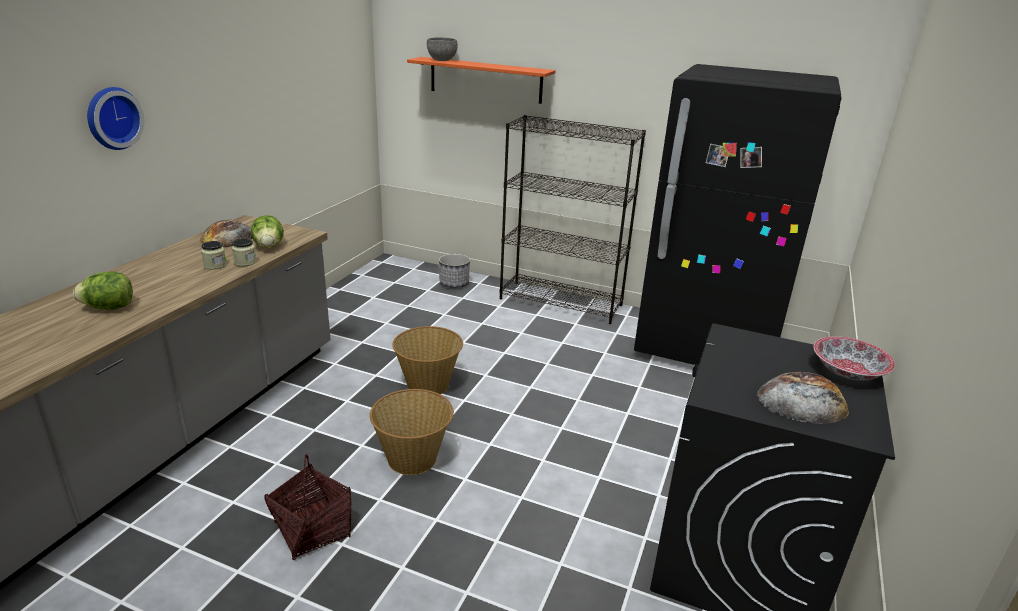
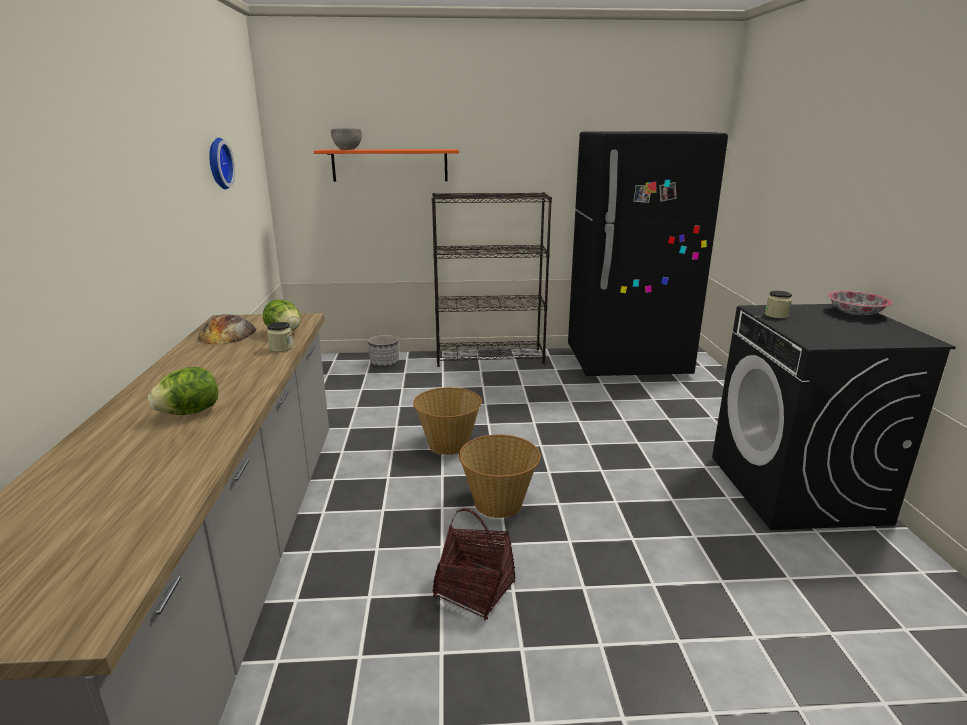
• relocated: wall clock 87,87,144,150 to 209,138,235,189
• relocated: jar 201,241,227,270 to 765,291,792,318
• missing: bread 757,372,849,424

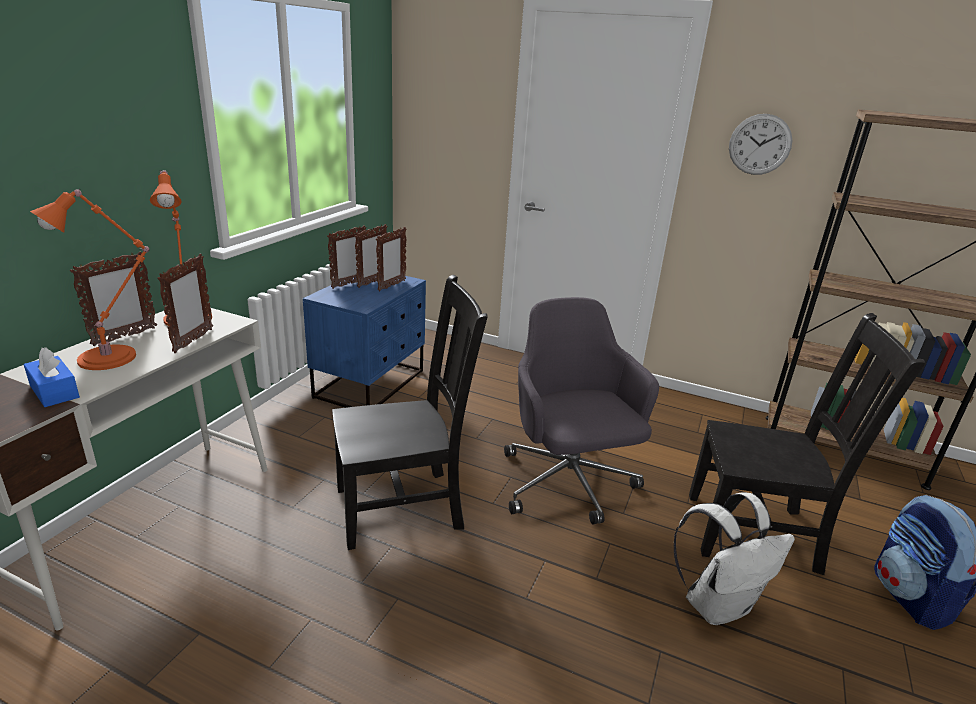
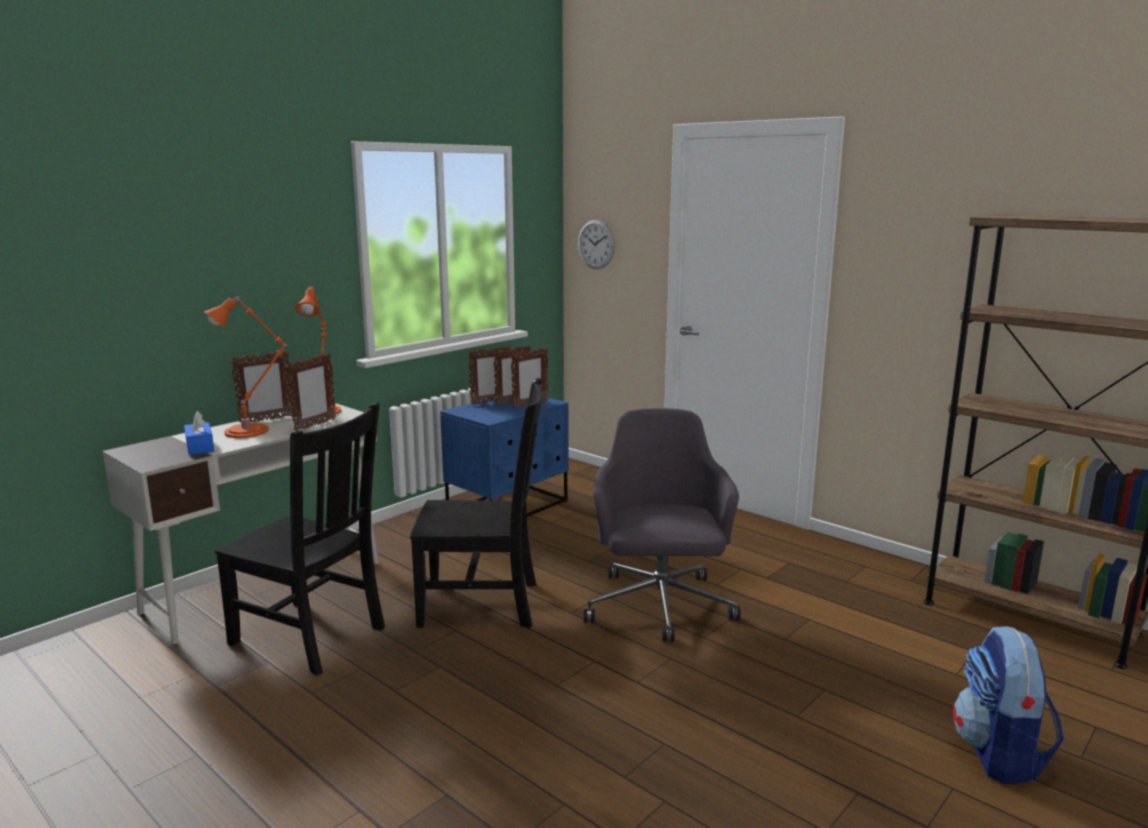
• relocated: chair (black) 689,313,925,575 to 215,402,385,676
• relocated: wall clock 729,114,792,175 to 578,220,615,269
• missing: backpack (white) 674,493,795,625

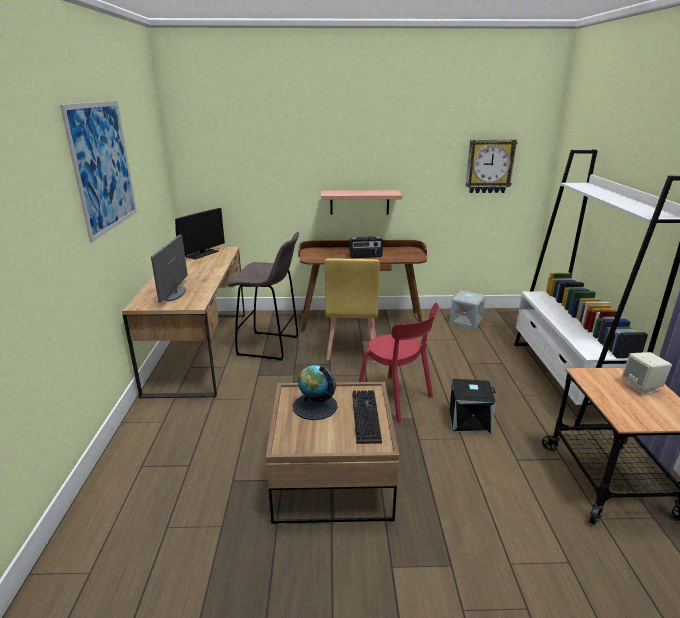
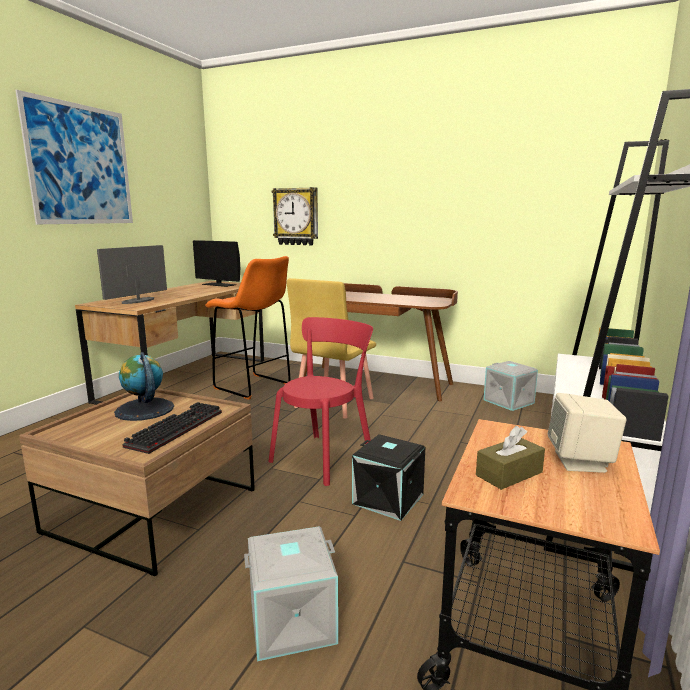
• spun: monitor 175,208,225,259 = 193,240,240,287 60 degrees clockwise
• colour: stool (grey) 227,232,299,361 to stool (orange) 205,256,290,400
• appeared: storage box (grey) 244,527,338,661
• spun: chair (red) 359,303,439,423 = 269,317,373,486 120 degrees counterclockwise
• relocated: wall clock 465,140,518,193 to 271,187,318,245
• appeared: tissue box (brown) 476,426,545,490
• missing: shelf 321,190,402,215
• missing: radio 349,236,383,258

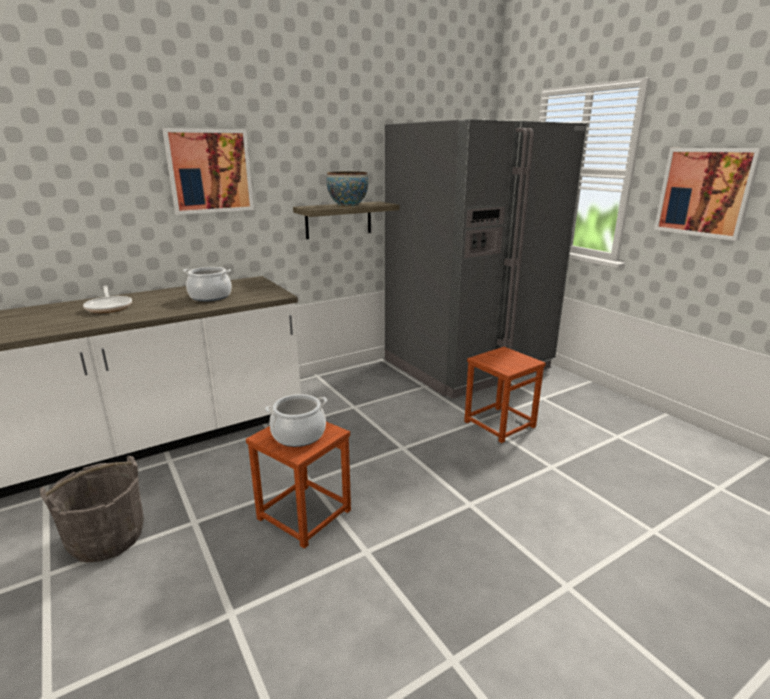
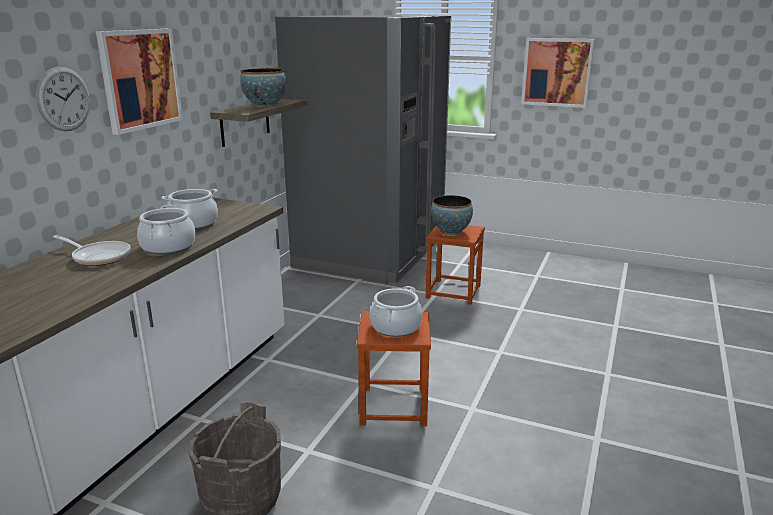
• appeared: wall clock 36,67,90,131
• appeared: cooking pot 137,205,195,255
• appeared: bowl 431,195,473,235

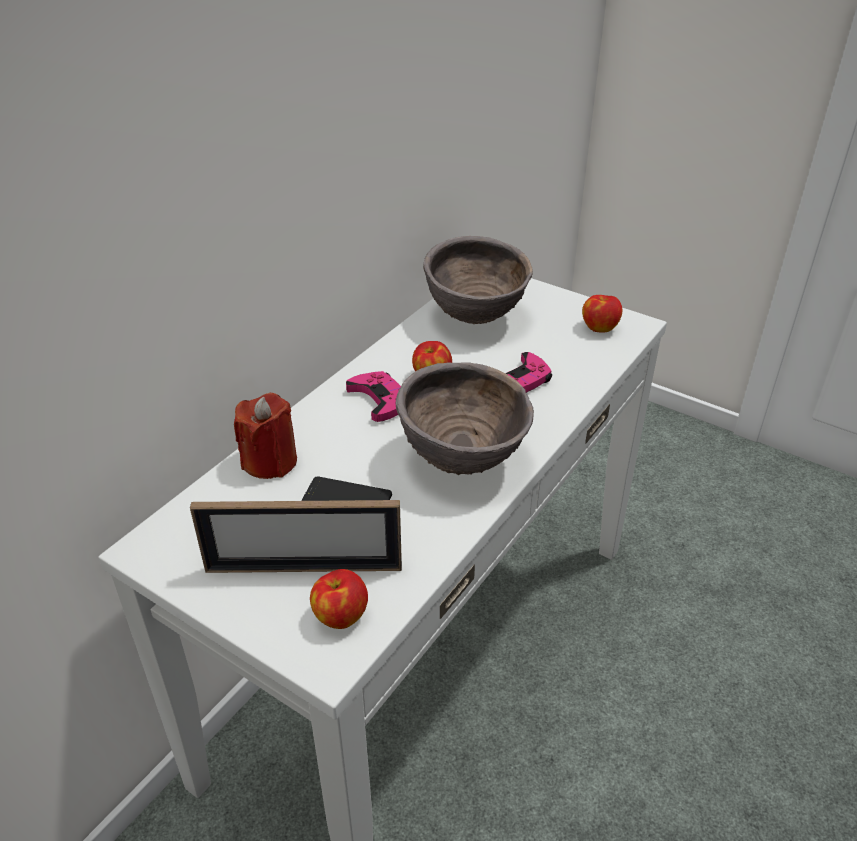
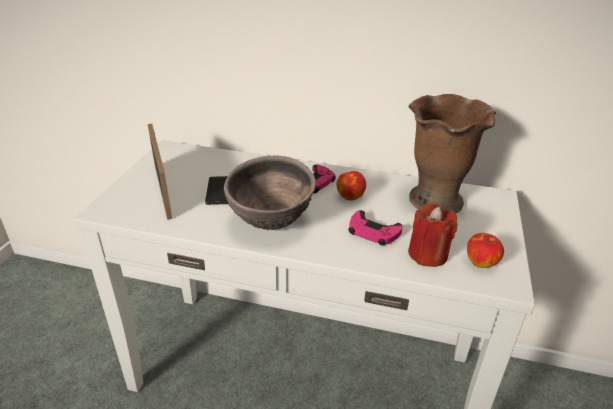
• relocated: candle (red) 234,393,297,479 to 408,203,458,267
• exchanged: bowl (brown) 423,236,533,324 to vase (brown) 409,94,496,213
• missing: apple 310,569,368,629

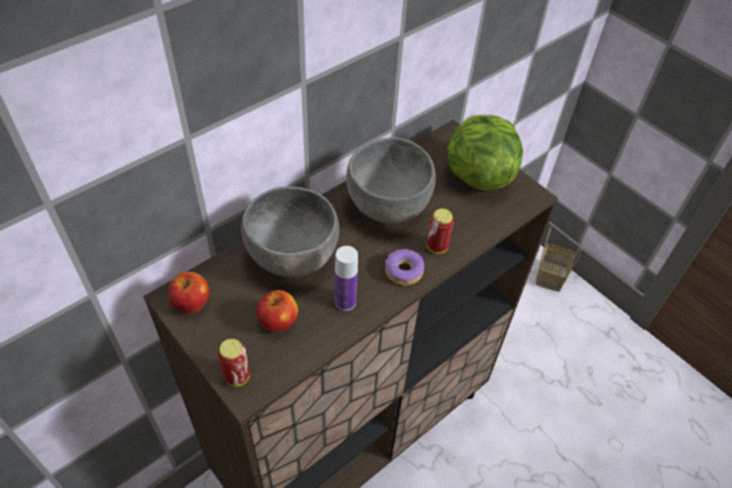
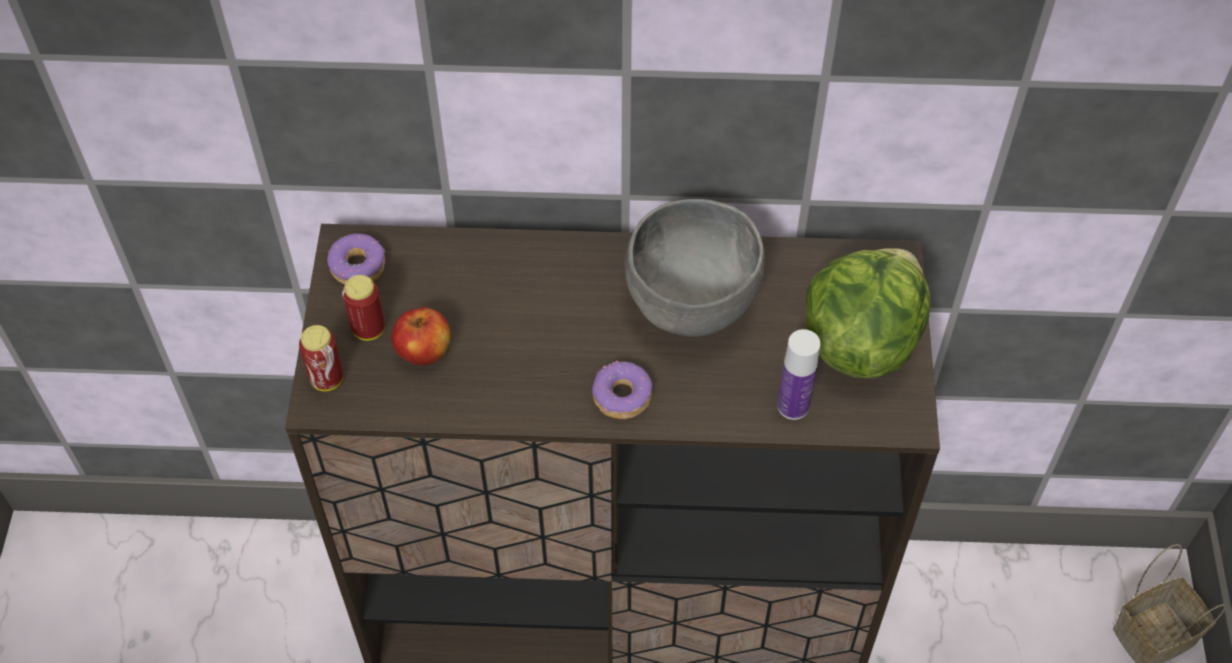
• exchanged: apple 168,272,210,313 to donut 327,233,385,285
• relocated: can 426,208,454,253 to 342,275,385,341
• relocated: bottle 335,246,358,311 to 777,329,821,420
• missing: bowl (grey) 241,187,339,277

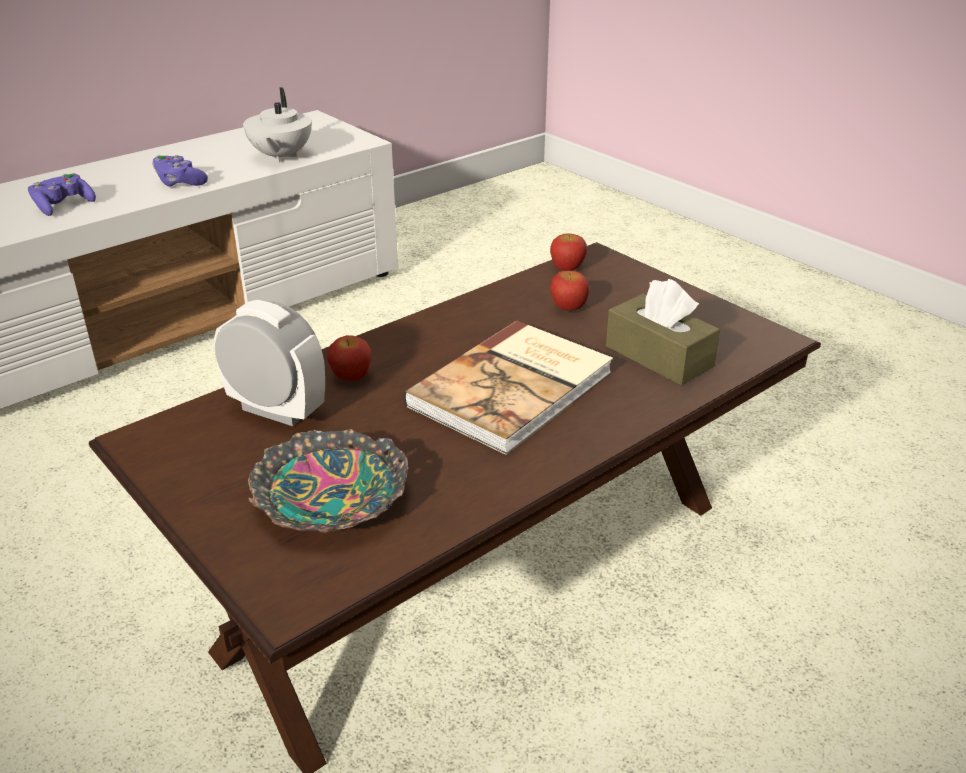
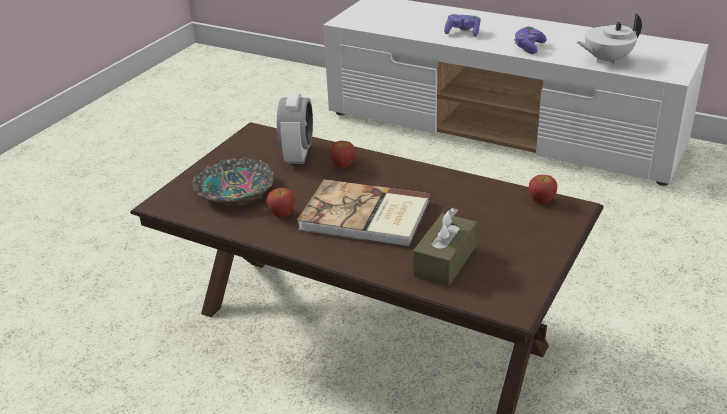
• relocated: apple 550,271,589,311 to 266,188,295,217

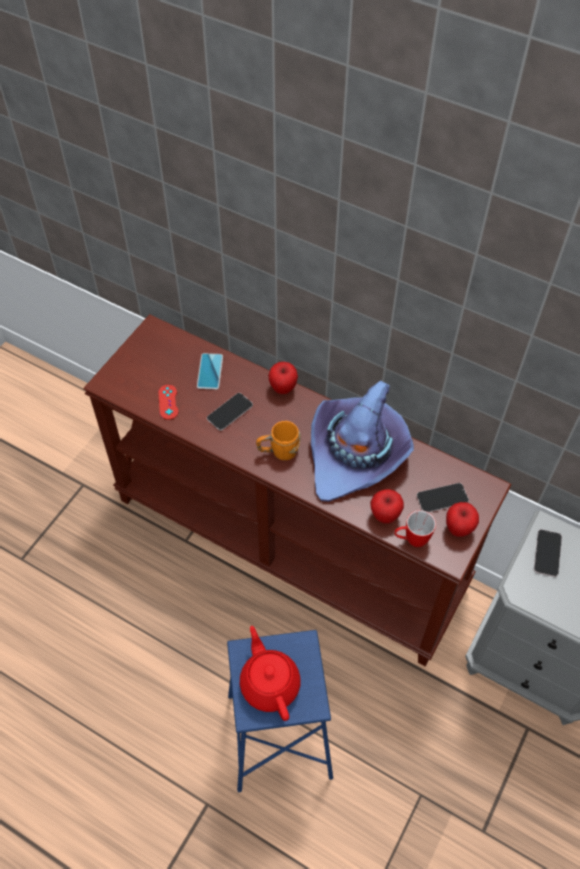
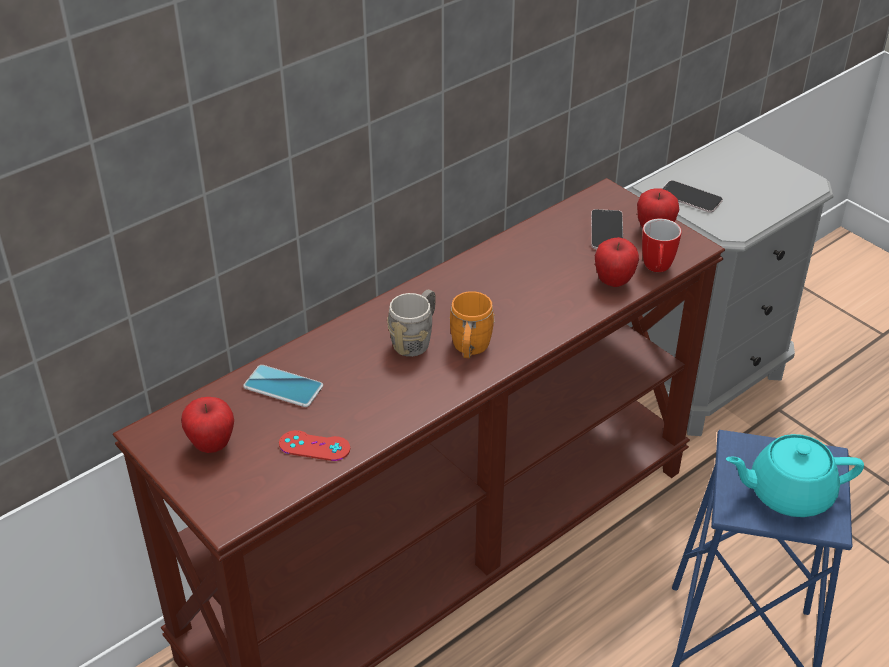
• relocated: apple 268,362,298,394 to 181,397,234,453
• appeared: mug (grey) 387,289,436,357
• colour: teapot (red) 240,626,301,721 to teapot (turquoise) 726,434,864,517
• missing: phone 207,393,253,431
• missing: hat (purple) 311,380,414,502

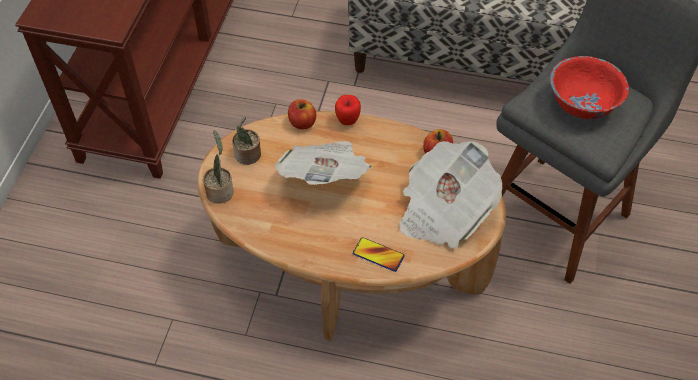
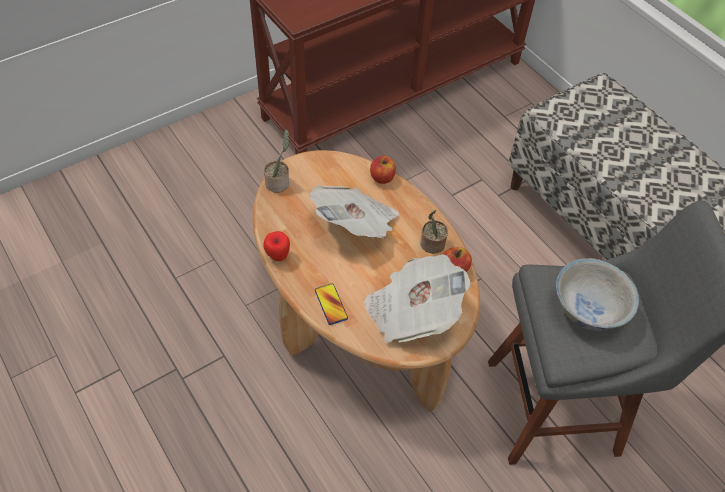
• relocated: apple 335,95,361,125 to 263,231,290,261
• relocated: potted plant 232,117,261,165 to 420,210,448,254
• colour: bowl (red) 550,56,629,119 to bowl (white) 556,258,639,331

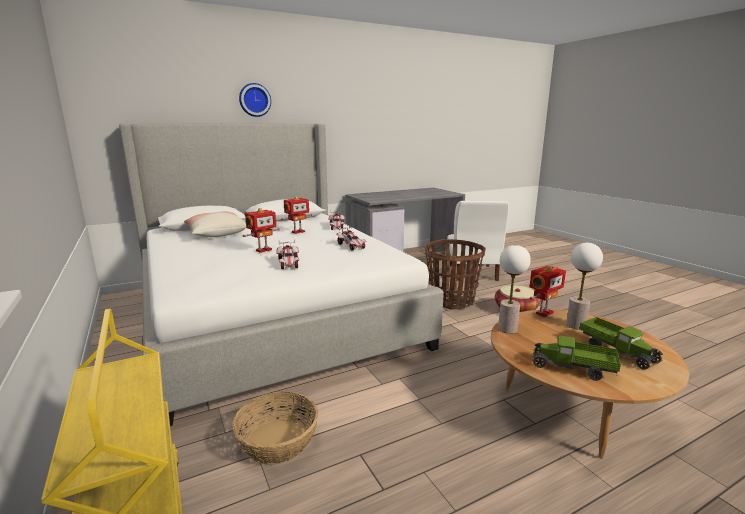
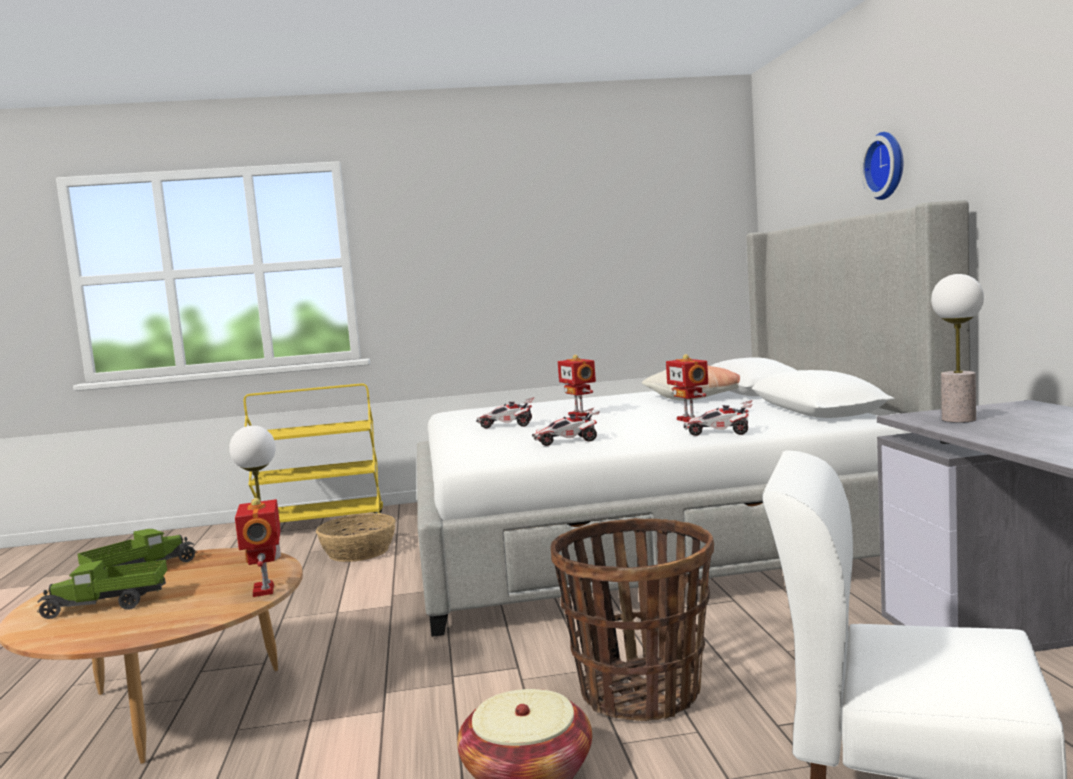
• relocated: table lamp 566,243,603,330 to 931,274,984,423

